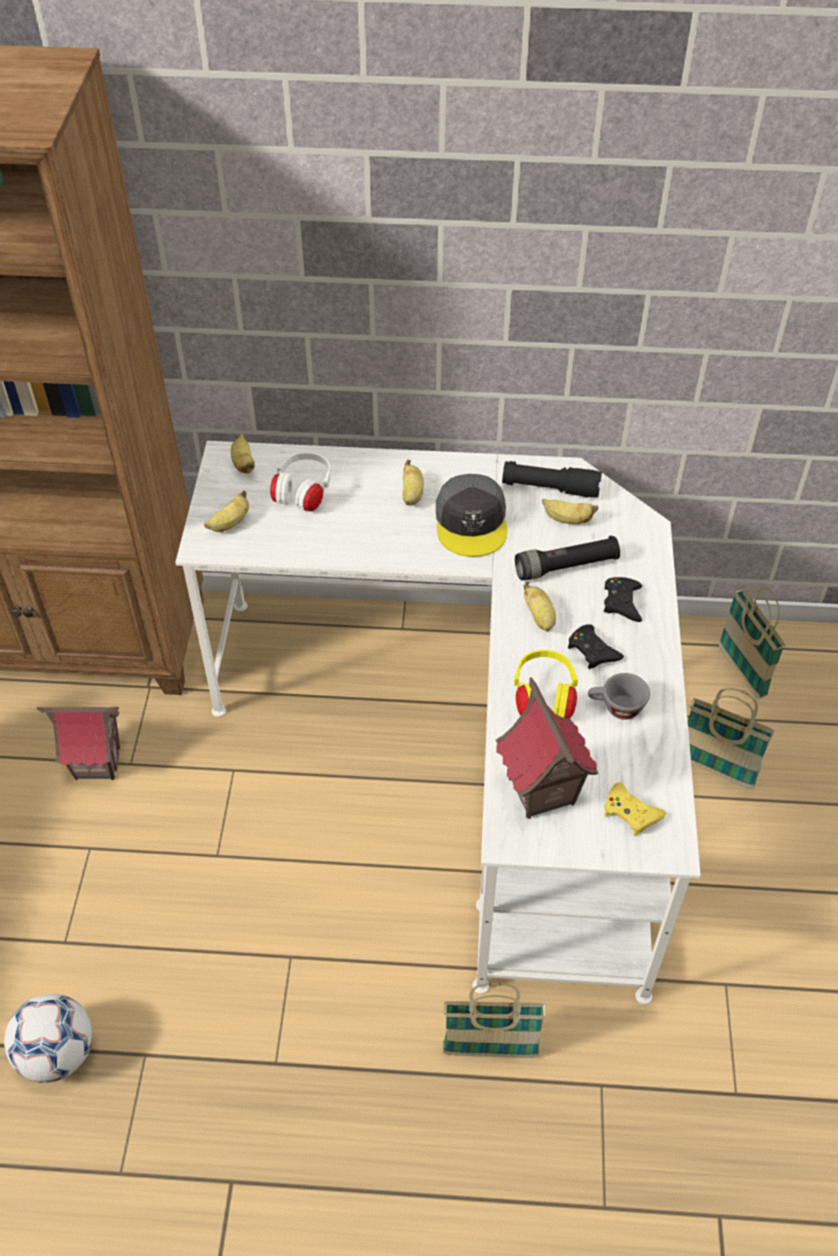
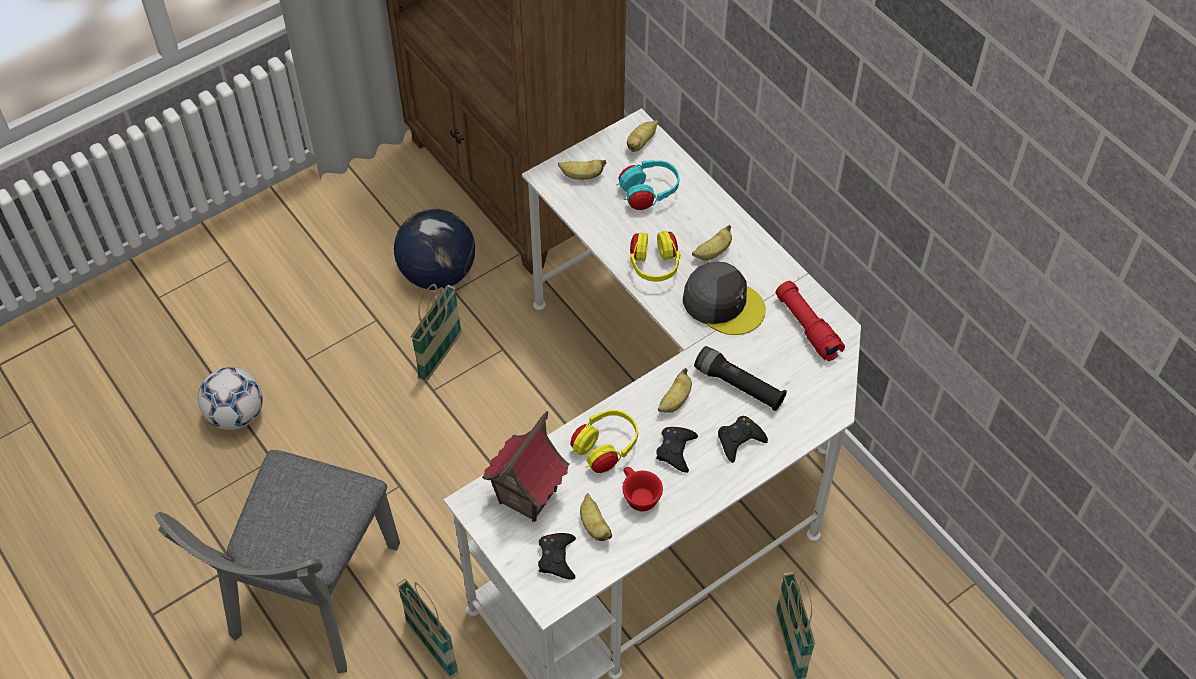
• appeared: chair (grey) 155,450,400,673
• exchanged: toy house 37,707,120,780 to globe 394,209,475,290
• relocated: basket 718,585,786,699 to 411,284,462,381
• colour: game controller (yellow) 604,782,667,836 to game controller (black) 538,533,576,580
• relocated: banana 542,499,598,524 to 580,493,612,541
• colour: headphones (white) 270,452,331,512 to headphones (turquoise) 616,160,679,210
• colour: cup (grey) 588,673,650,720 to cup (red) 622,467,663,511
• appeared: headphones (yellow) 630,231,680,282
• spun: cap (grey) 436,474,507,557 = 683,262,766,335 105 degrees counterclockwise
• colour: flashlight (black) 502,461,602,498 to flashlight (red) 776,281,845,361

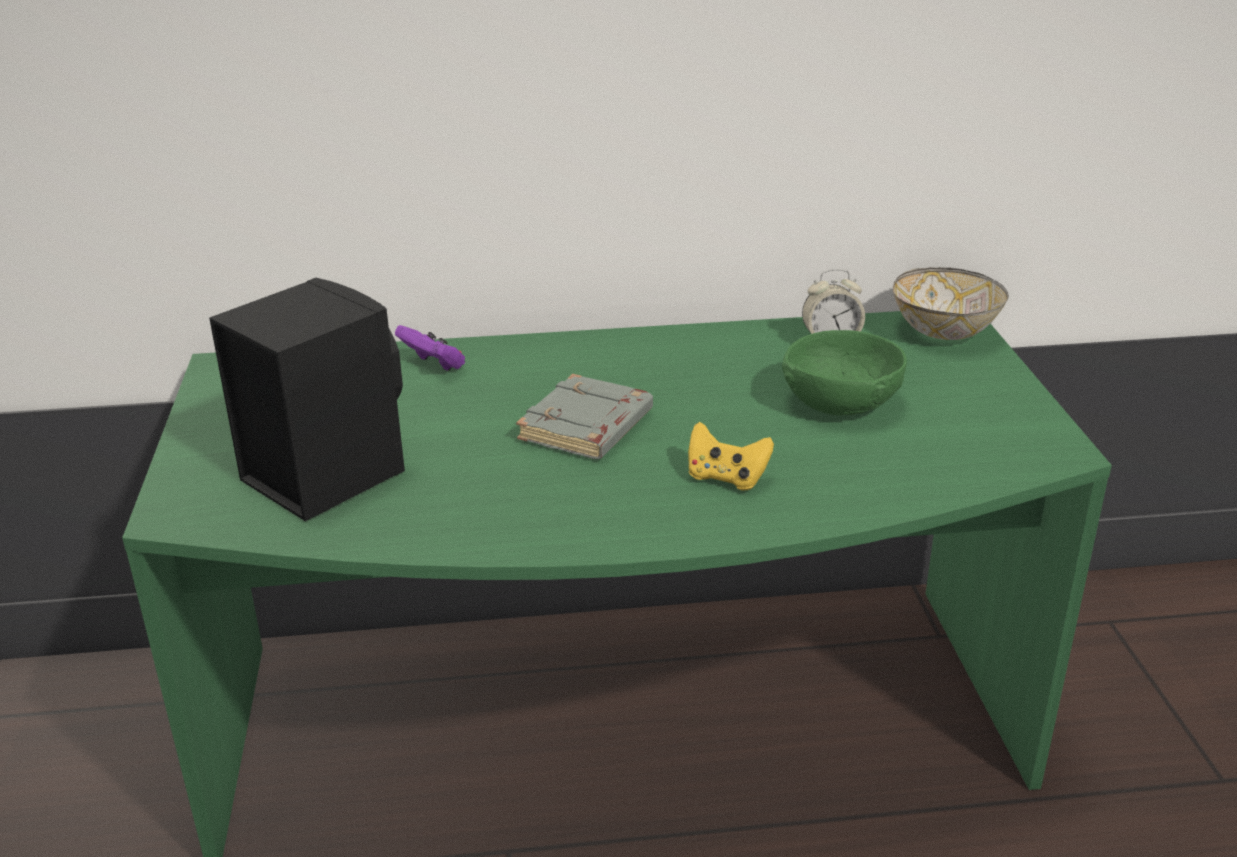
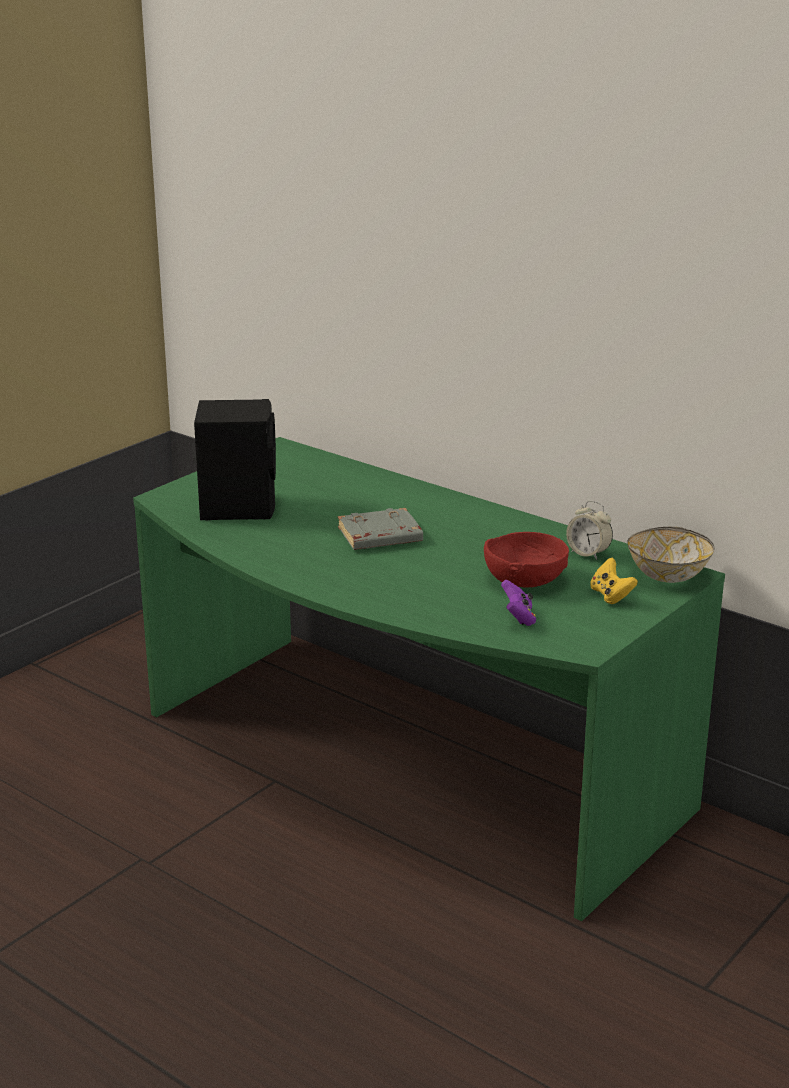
• colour: bowl (green) 782,330,907,415 to bowl (red) 484,532,569,588
• relocated: game controller (purple) 395,325,465,371 to 501,580,536,626
• relocated: game controller (yellow) 688,422,774,490 to 590,557,638,604

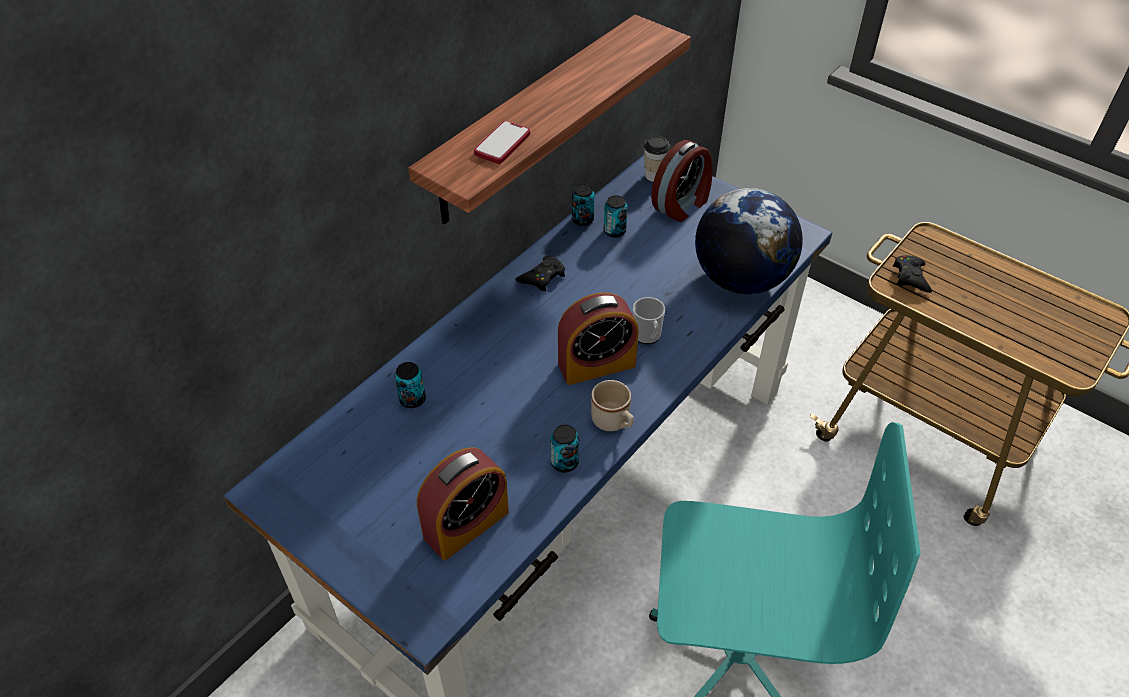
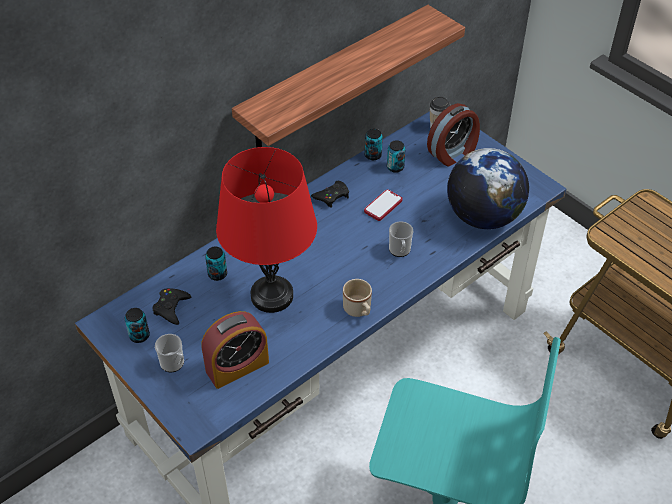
• relocated: can 550,425,579,473 to 125,308,150,343
• relocated: game controller (black) 893,255,932,293 to 152,288,191,325
• appeared: mug 155,334,184,372
• appeared: table lamp (red) 216,147,317,313
• relocated: phone 474,121,530,164 to 364,189,403,221
• missing: alarm clock 558,292,639,385

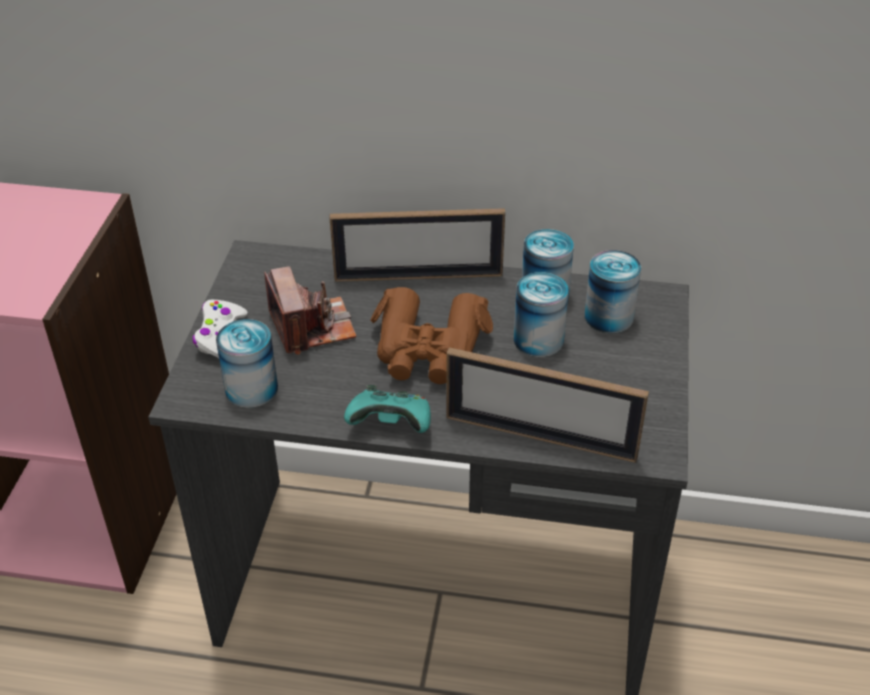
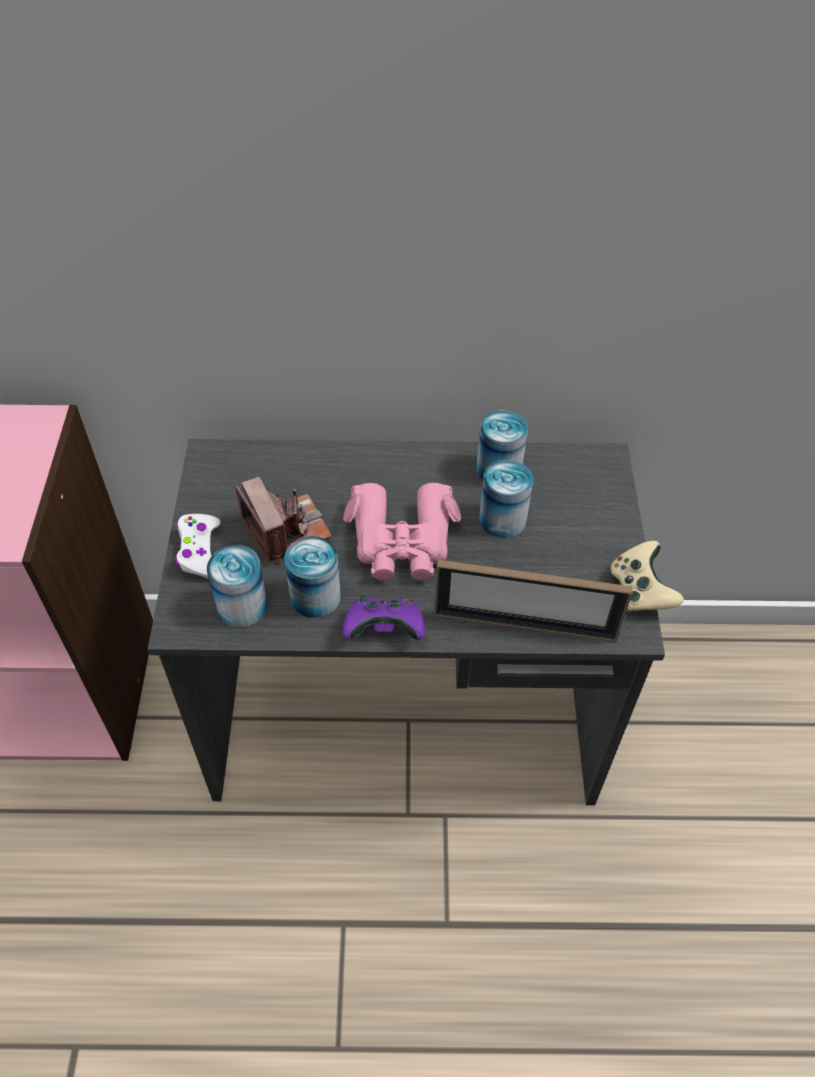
• relocated: can 584,250,641,333 to 284,536,341,618
• colour: game controller (turquoise) 344,385,431,433 to game controller (purple) 342,594,425,640
• colour: binoculars (brown) 370,287,493,384 to binoculars (pink) 343,483,461,581
• appeared: game controller (beige) 610,541,684,612
• missing: picture frame 330,208,505,282

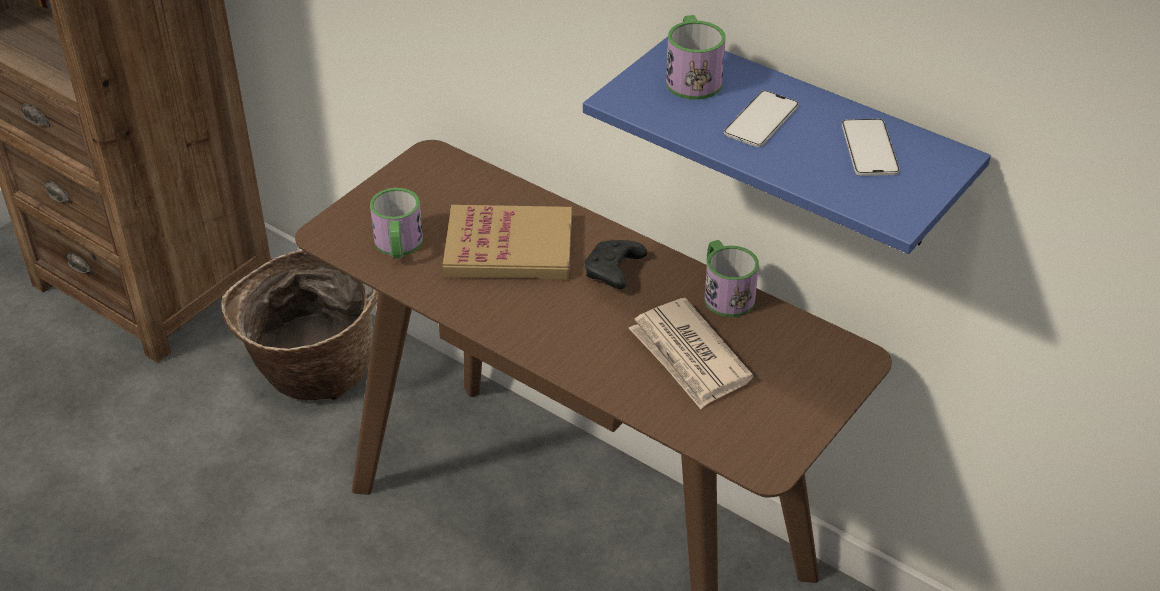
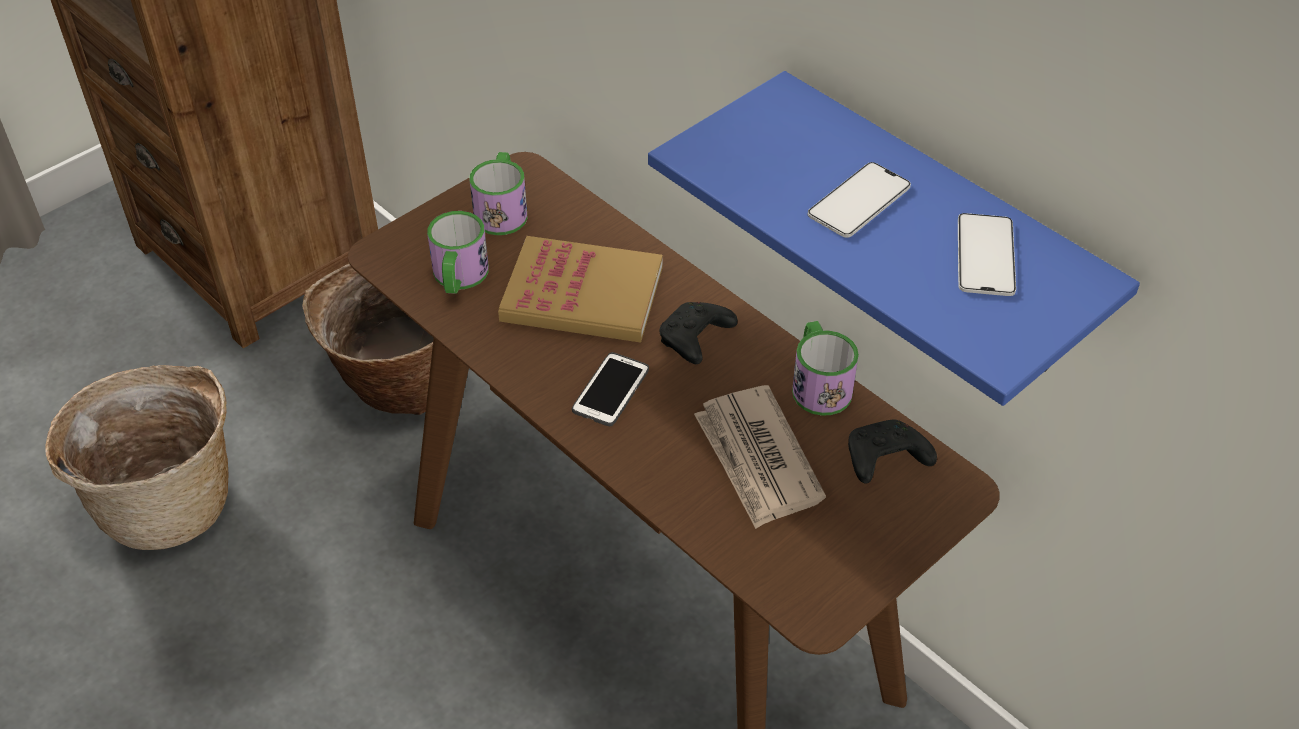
• appeared: basket 45,365,229,550
• relocated: mug 666,15,726,100 to 470,152,527,235
• appeared: phone 572,352,649,426
• appeared: game controller (black) 848,420,937,484

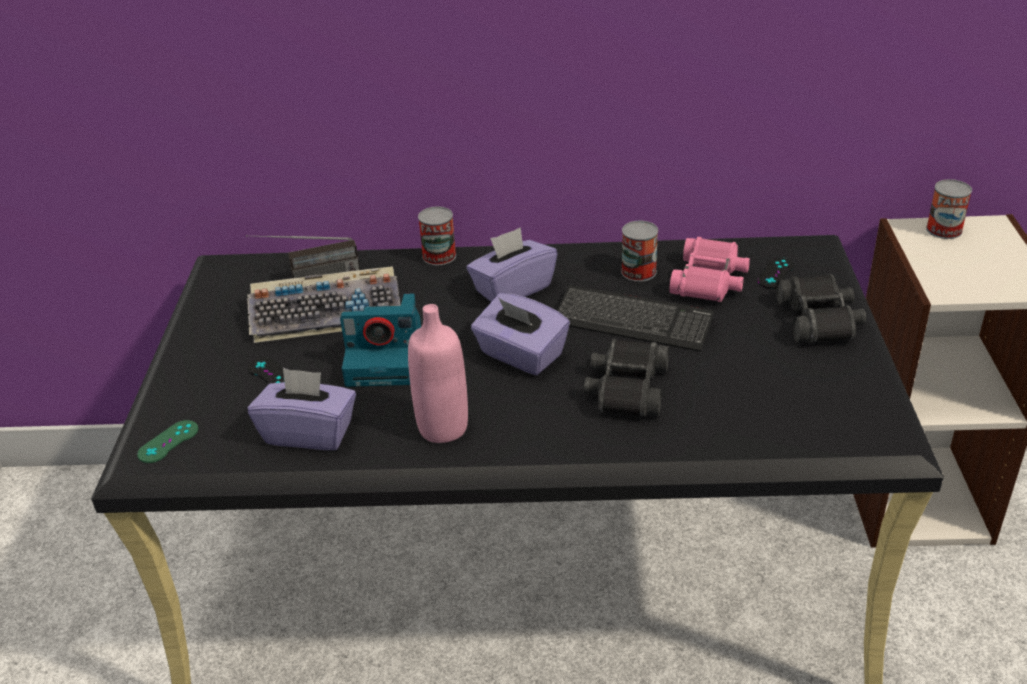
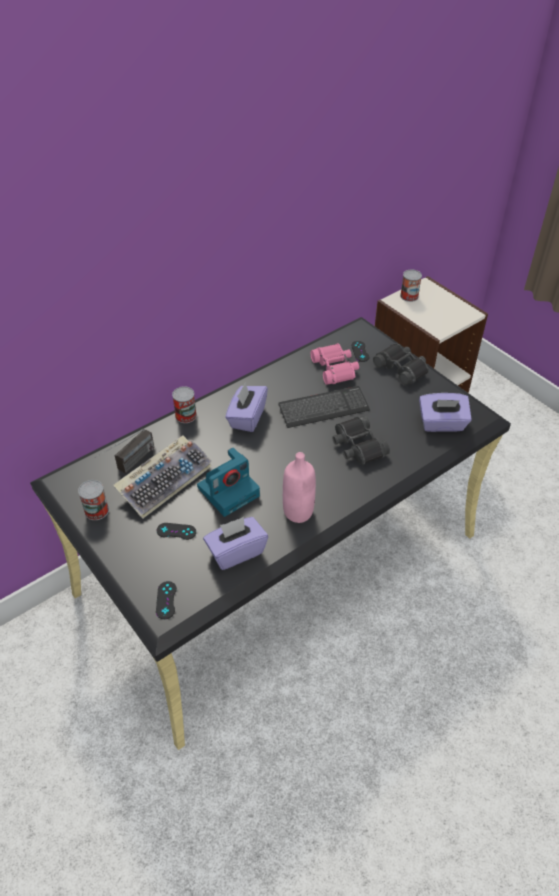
• relocated: can 621,221,658,282 to 78,480,109,520
• colour: game controller (green) 137,420,198,463 to game controller (black) 156,581,177,619
• relocated: tissue box (purple) 471,293,570,375 to 419,393,472,432

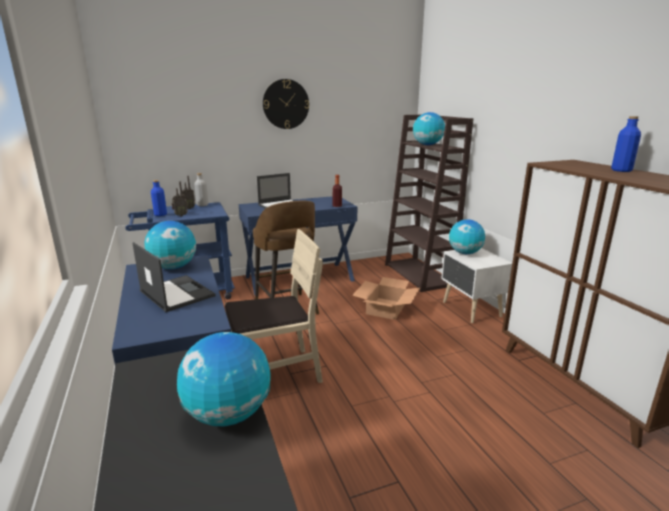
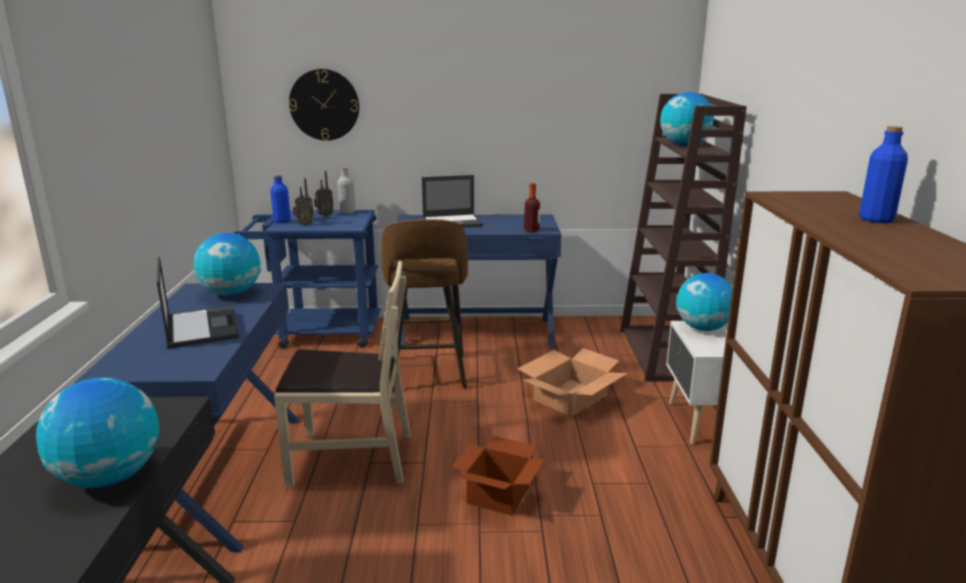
• relocated: wall clock 263,79,309,129 to 289,69,359,141
• appeared: cardboard box 452,436,545,516

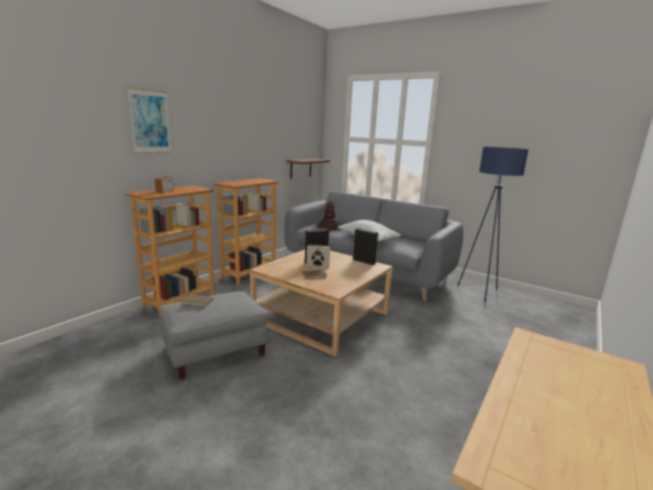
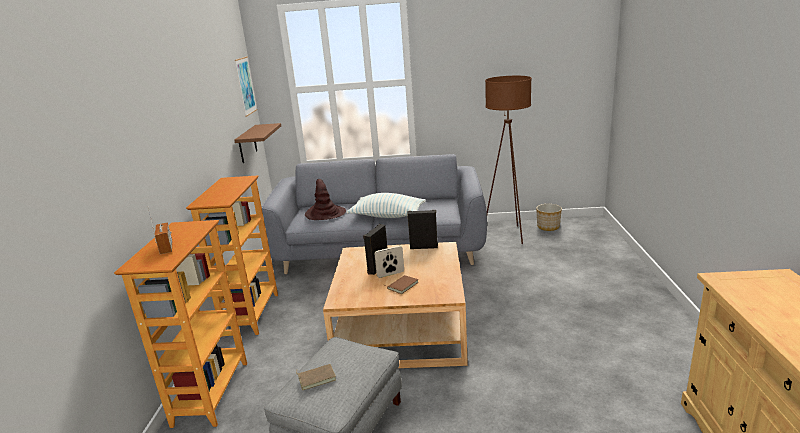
• relocated: picture 128,87,171,153 to 235,56,257,117
• colour: floor lamp (blue) 457,147,529,303 to floor lamp (brown) 485,76,532,244
• appeared: planter 536,204,562,231

